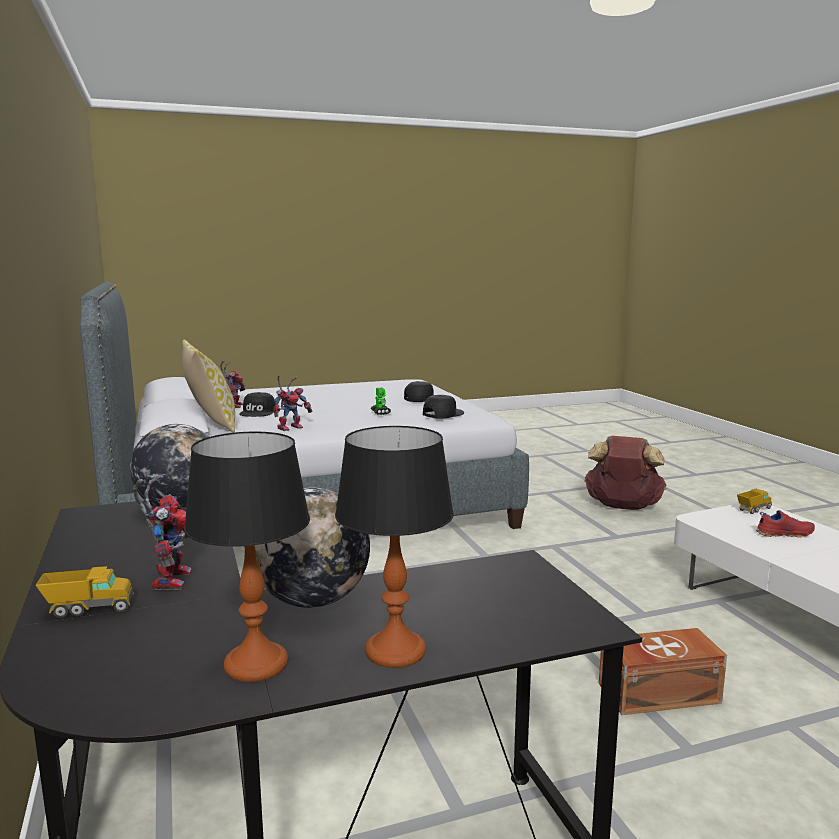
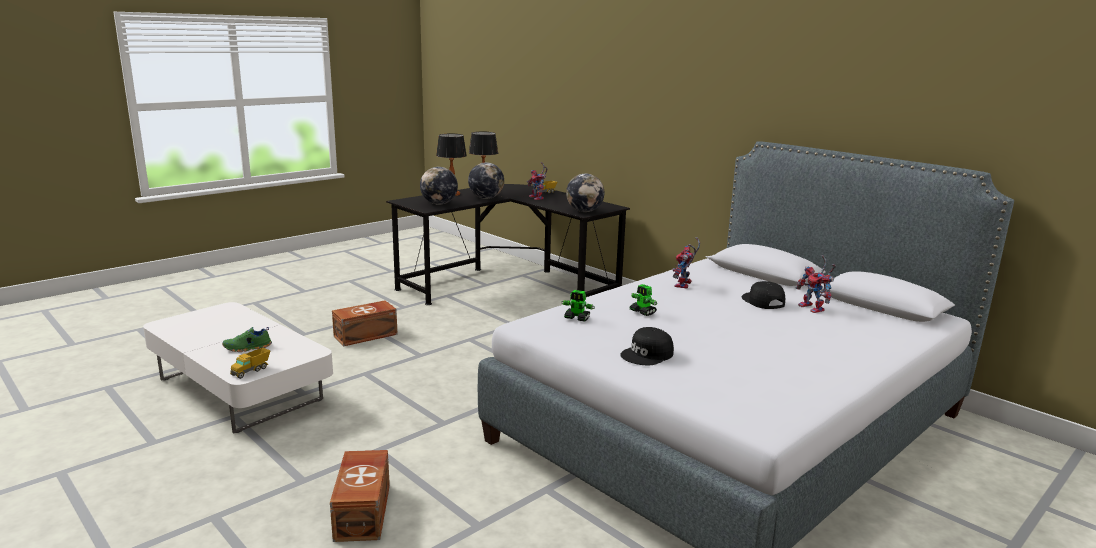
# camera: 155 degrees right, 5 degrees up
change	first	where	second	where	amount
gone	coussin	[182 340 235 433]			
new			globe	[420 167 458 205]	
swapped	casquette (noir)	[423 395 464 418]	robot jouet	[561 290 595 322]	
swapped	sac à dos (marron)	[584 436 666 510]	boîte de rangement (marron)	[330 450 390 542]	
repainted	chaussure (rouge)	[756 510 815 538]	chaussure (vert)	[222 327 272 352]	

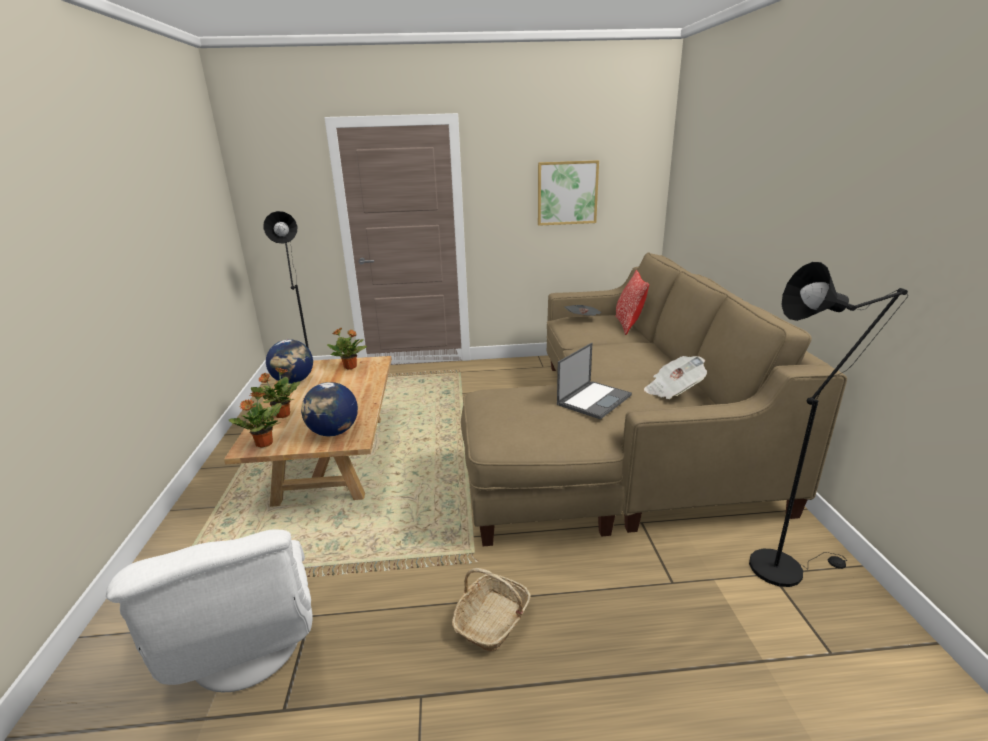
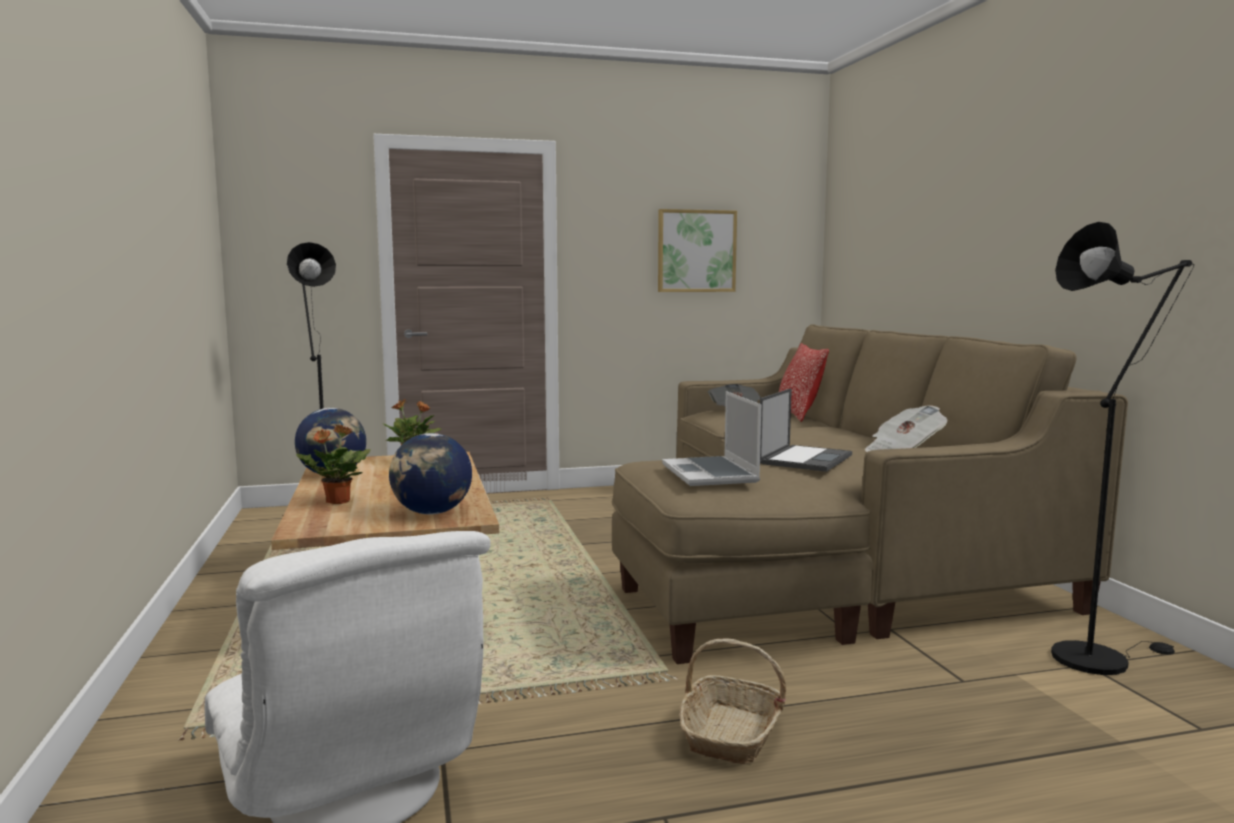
# camera: 10 degrees left, 15 degrees down
change	first	where	second	where	amount
gone	plante en pot	[229 391 282 447]			
new			ordinateur portable	[662 391 761 486]	

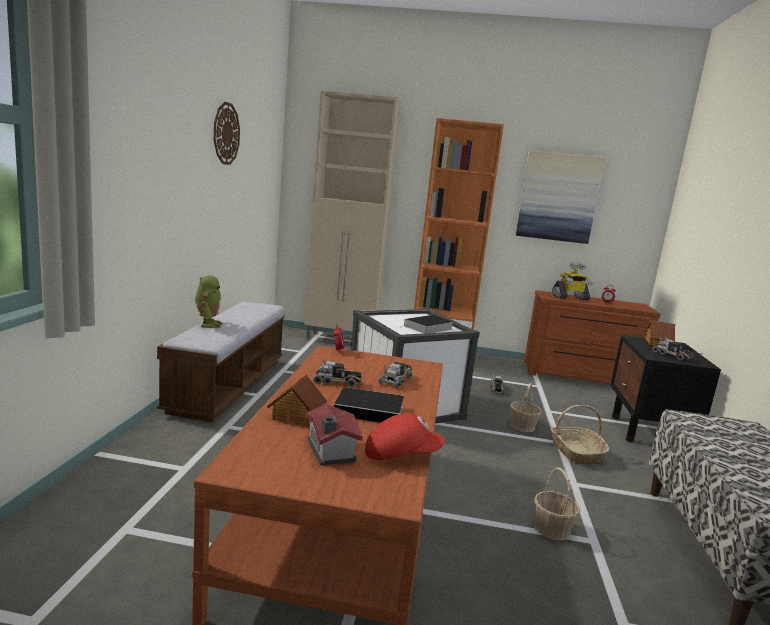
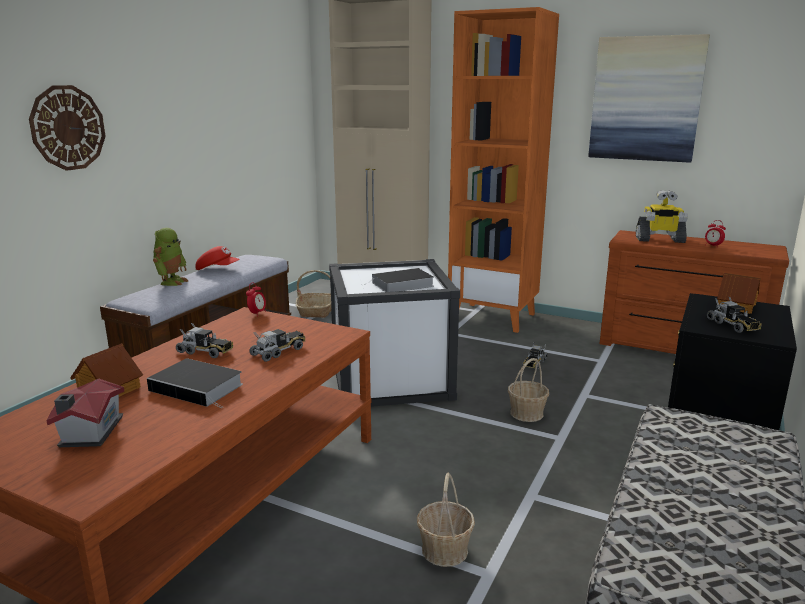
# camera: 20 degrees right, 5 degrees up
change	first	where	second	where	amount
shifted	horloge murale	[214 102 240 165]		[29 85 106 171]	
shifted	casquette (rouge)	[365 413 445 460]		[195 246 239 270]	
shifted	panier	[550 405 609 464]		[296 270 331 318]	

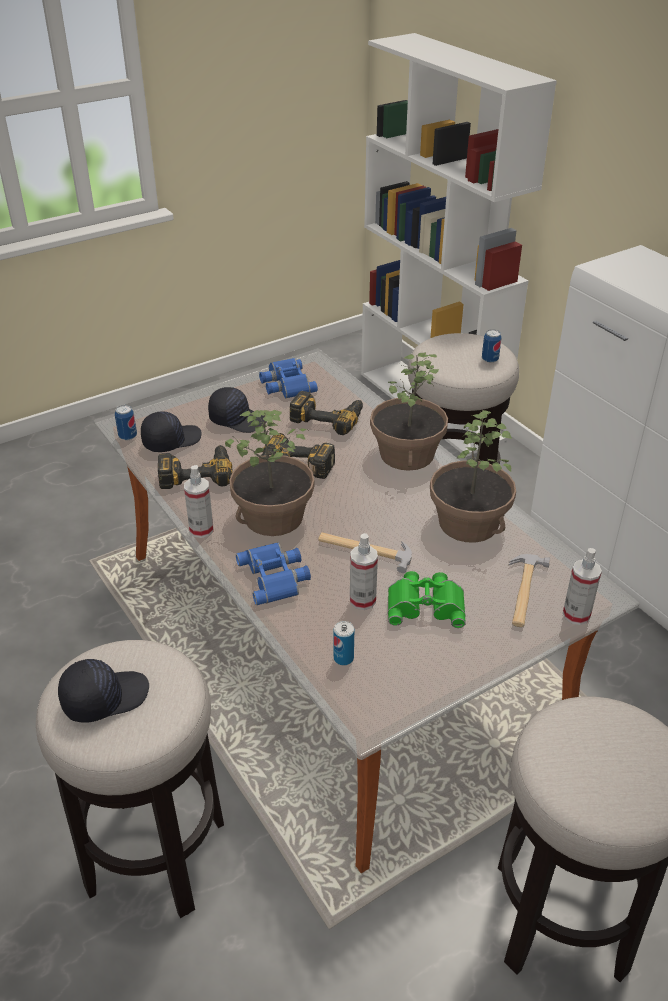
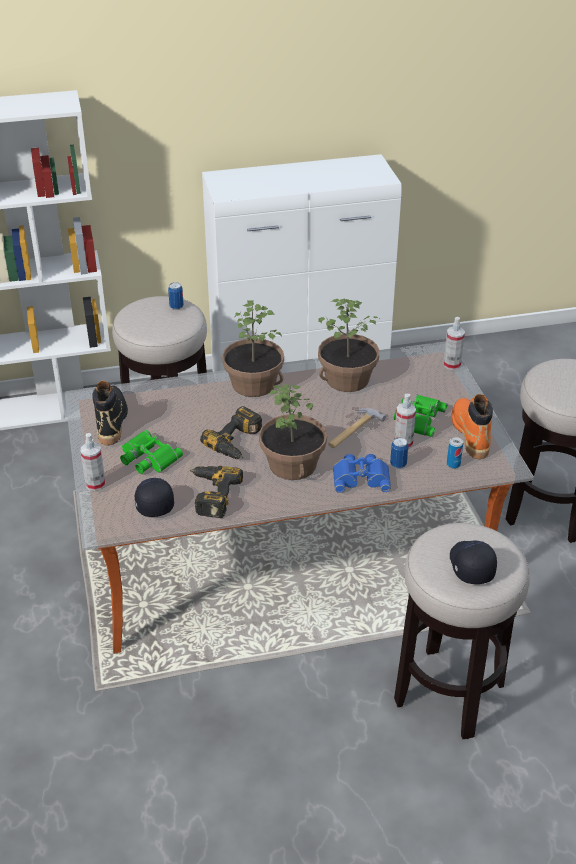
# camera: 70 degrees left, 0 degrees up
change	first	where	second	where	amount
gone	perceuse	[290 391 363 435]			
gone	marteau	[508 554 550 627]			
new			botte (orange)	[452 394 493 459]	
shifted	boîte métallique	[115 405 137 440]		[390 437 409 468]	
shifted	vaporisateur	[184 465 213 538]		[80 433 106 491]	
swapped	casquette (noir)	[208 387 267 433]	jumelles (vert)	[120 430 183 474]	
swapped	jumelles (bleu)	[259 358 318 399]	botte (noir)	[92 381 128 445]	

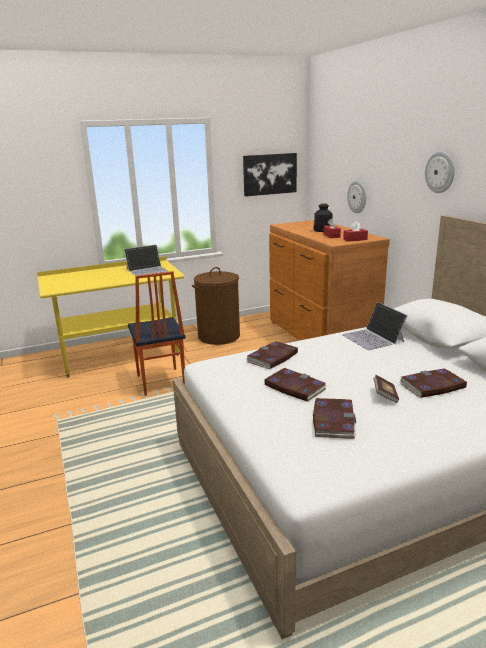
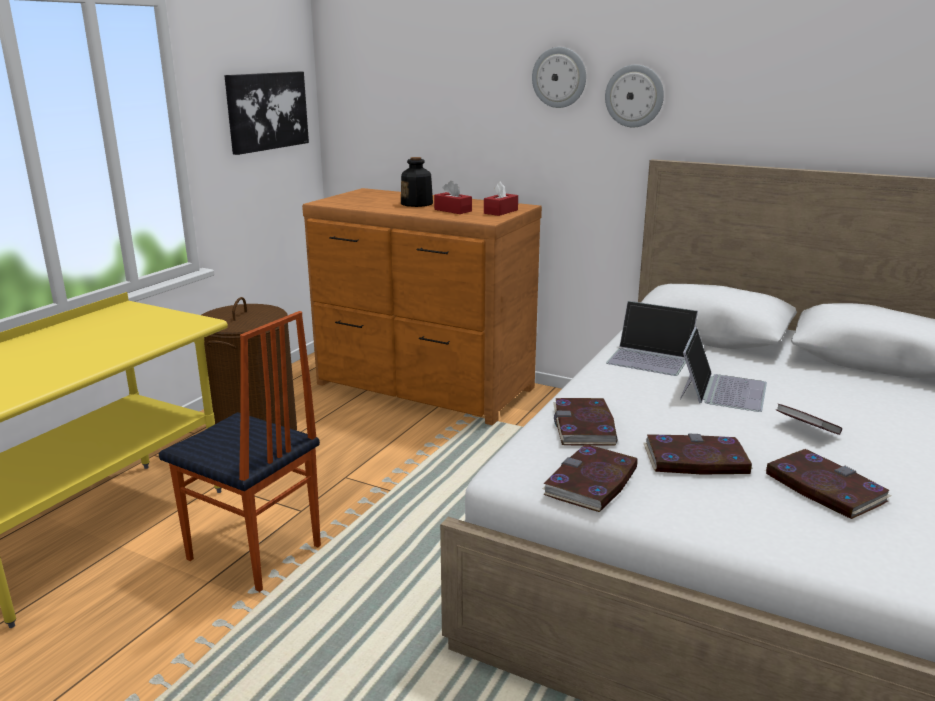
# camera: 40 degrees left, 0 degrees up
change	first	where	second	where	amount
shifted	ordinateur portable	[124 245 168 276]		[680 327 767 412]	
shifted	horloge murale	[347 181 366 213]		[532 47 586 108]	
shifted	livre	[400 368 467 398]		[543 444 637 512]	

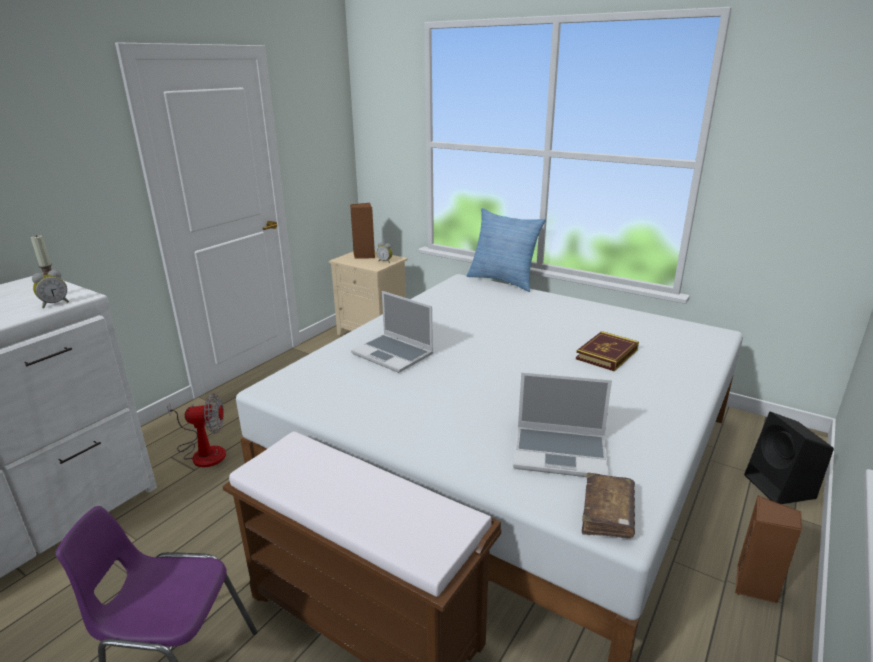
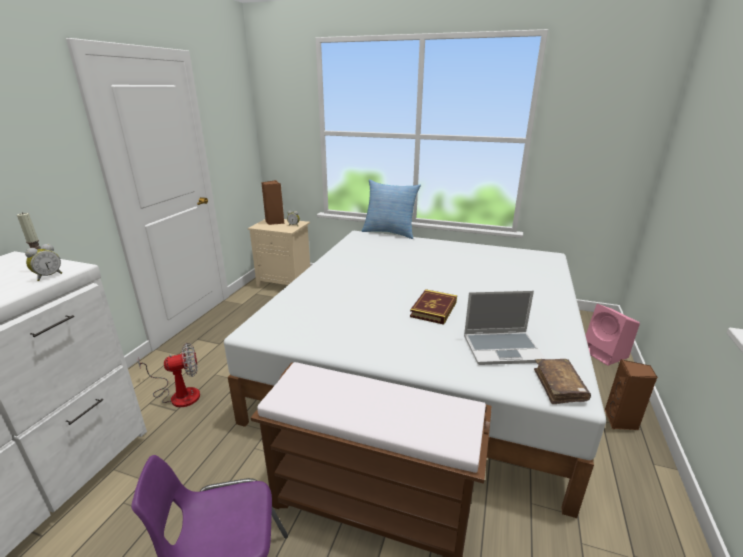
# camera: 15 degrees left, 0 degrees up
change	first	where	second	where	amount
gone	ordinateur portable	[351 291 433 373]			
shifted	livre	[576 331 639 371]		[410 289 457 325]	
repainted	enceinte (noir)	[744 412 834 504]	enceinte (rose)	[586 304 640 366]	

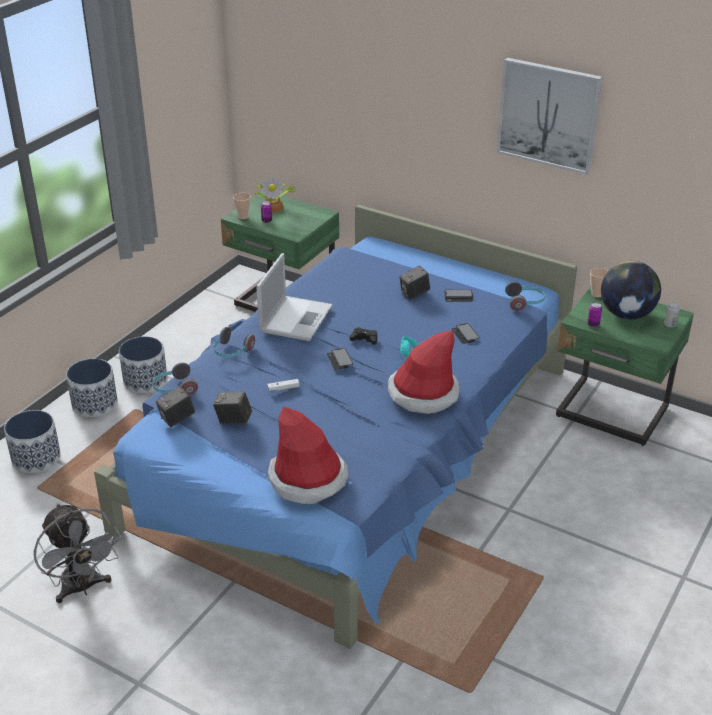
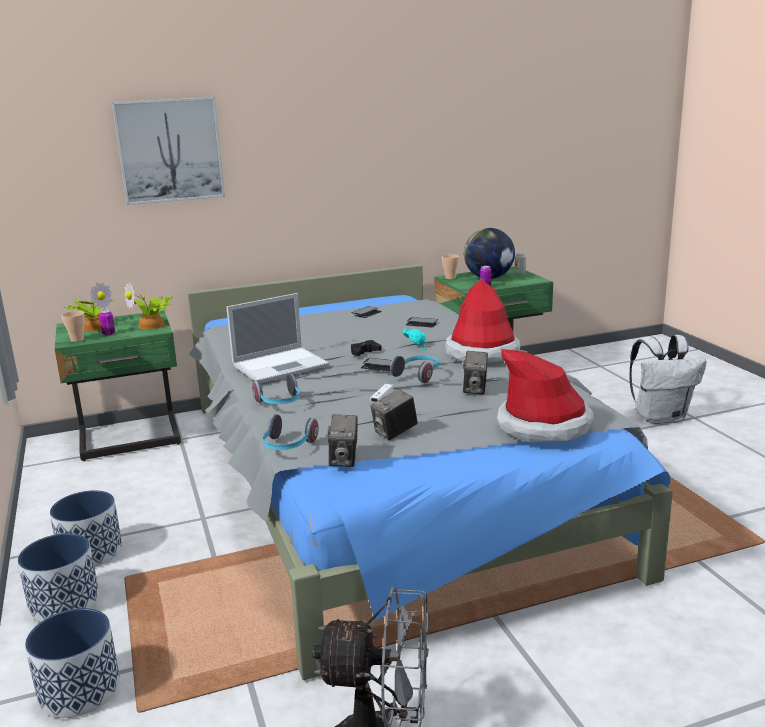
# camera: 50 degrees left, 15 degrees down
change	first	where	second	where	amount
new			plante en pot	[124 282 173 330]	
new			sac à dos (blanc)	[629 335 707 424]	
shifted	appareil photo	[399 266 430 300]		[463 351 488 394]	
shifted	tableau	[497 58 602 174]		[112 97 225 205]	
shifted	casque audio	[505 282 545 311]		[390 355 439 383]	
repainted	lit (bleu)	[94 205 577 649]	lit (gris)	[187 264 673 680]	
rotated	ordinateur portable	[256 253 333 341]		[226 293 329 383]	90 degrees clockwise

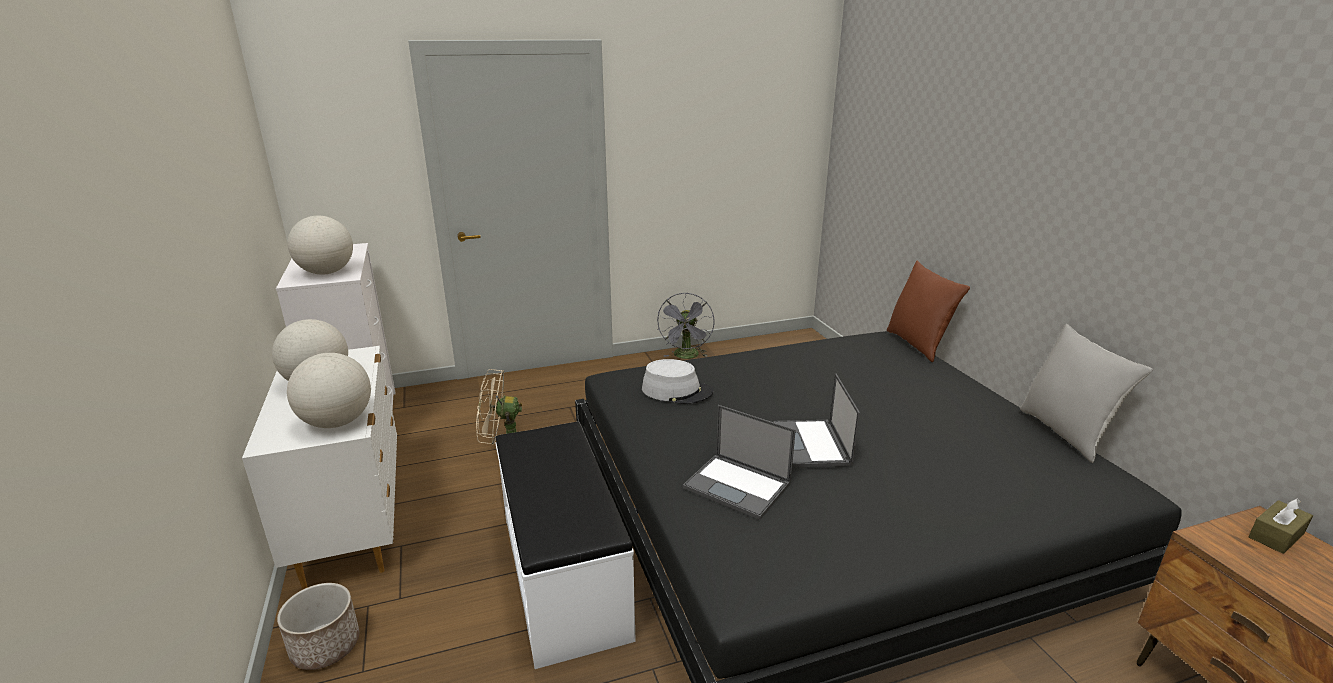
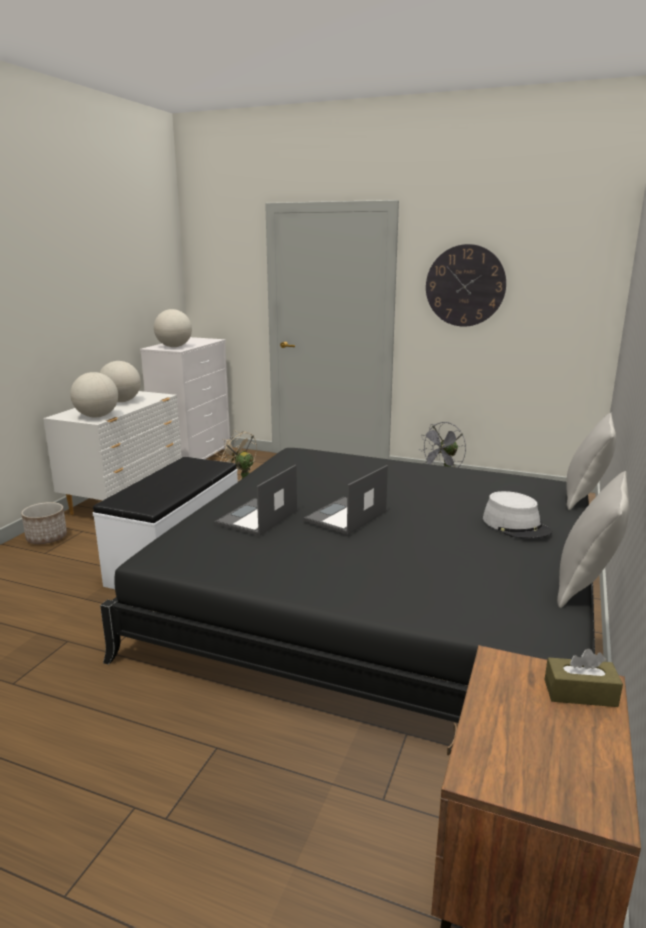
# camera: 40 degrees right, 5 degrees down
change	first	where	second	where	amount
new			horloge murale	[426 244 506 327]	
shifted	chapeau (gris)	[642 359 714 404]		[483 491 552 539]	
repainted	coussin (marron)	[887 261 970 362]	coussin (gris)	[566 413 616 510]	
rotated	ordinateur portable	[683 405 796 520]		[215 465 297 536]	45 degrees clockwise

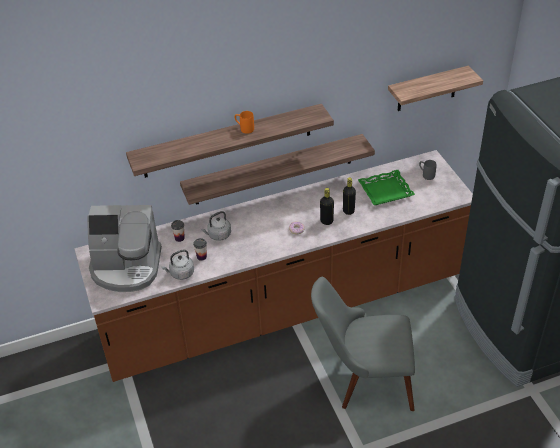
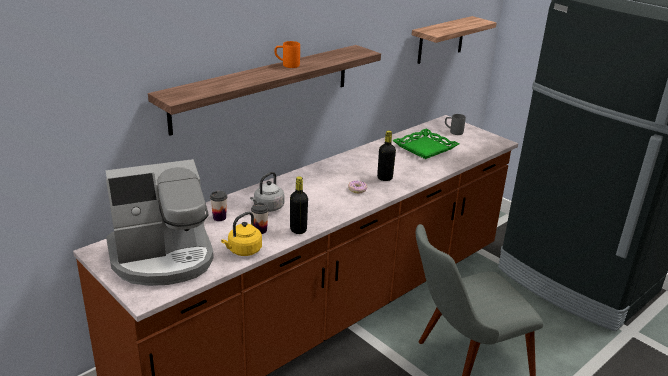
# camera: 25 degrees left, 15 degrees down
change	first	where	second	where	amount
gone	étagère	[180 134 375 205]			
shifted	bouteille (noir)	[343 177 356 215]		[290 176 308 234]	
repainted	bouilloire (gris)	[162 250 194 280]	bouilloire (jaune)	[221 212 262 256]	

